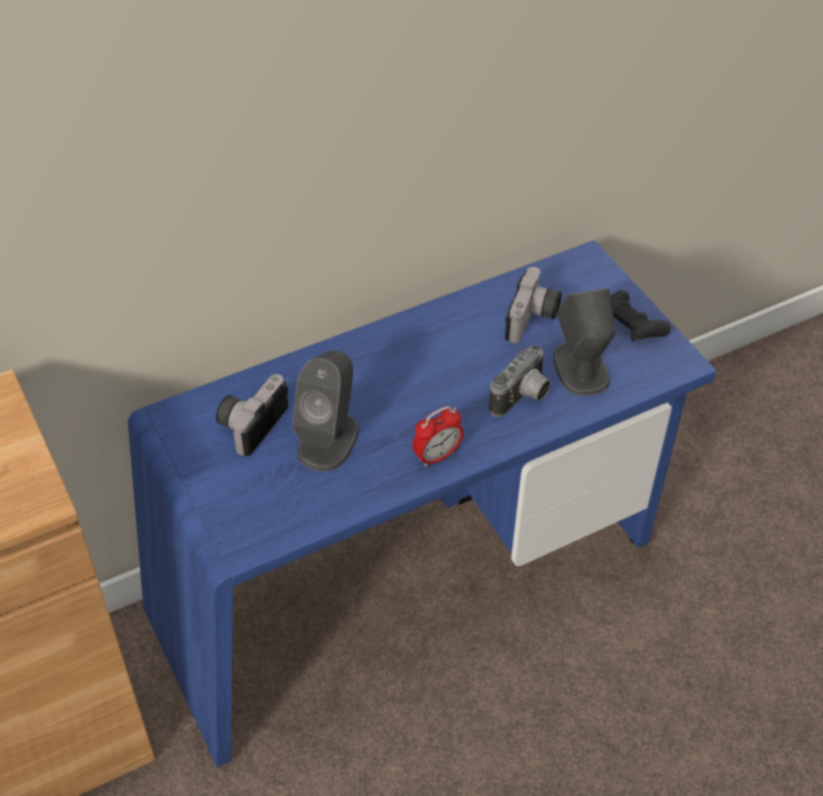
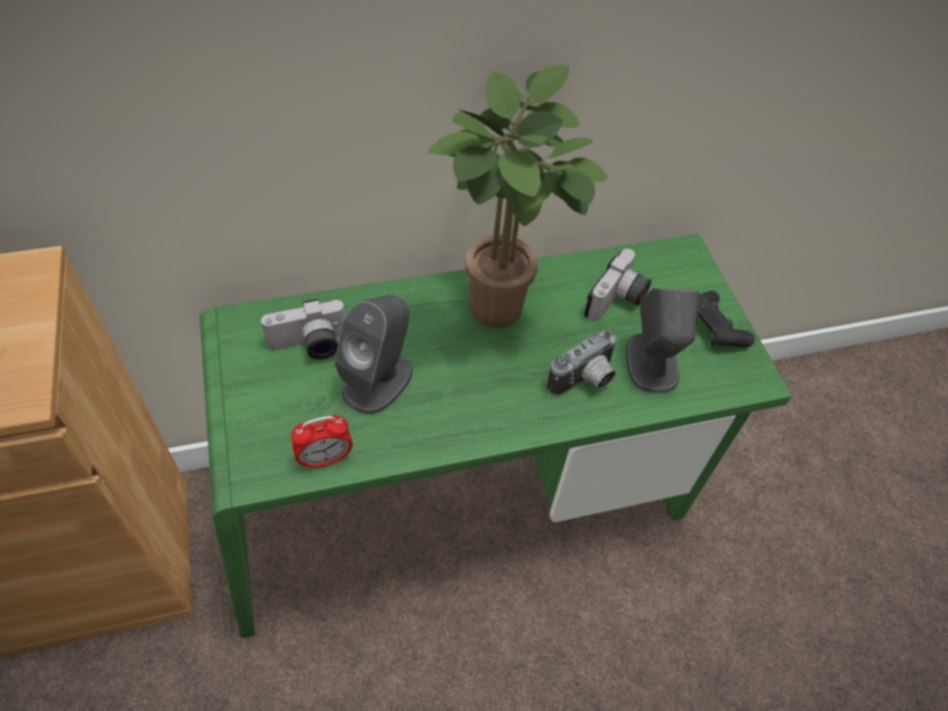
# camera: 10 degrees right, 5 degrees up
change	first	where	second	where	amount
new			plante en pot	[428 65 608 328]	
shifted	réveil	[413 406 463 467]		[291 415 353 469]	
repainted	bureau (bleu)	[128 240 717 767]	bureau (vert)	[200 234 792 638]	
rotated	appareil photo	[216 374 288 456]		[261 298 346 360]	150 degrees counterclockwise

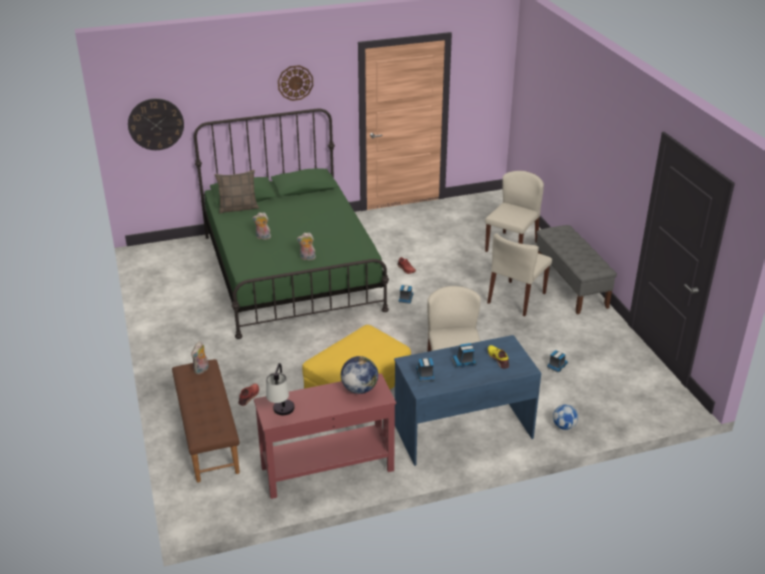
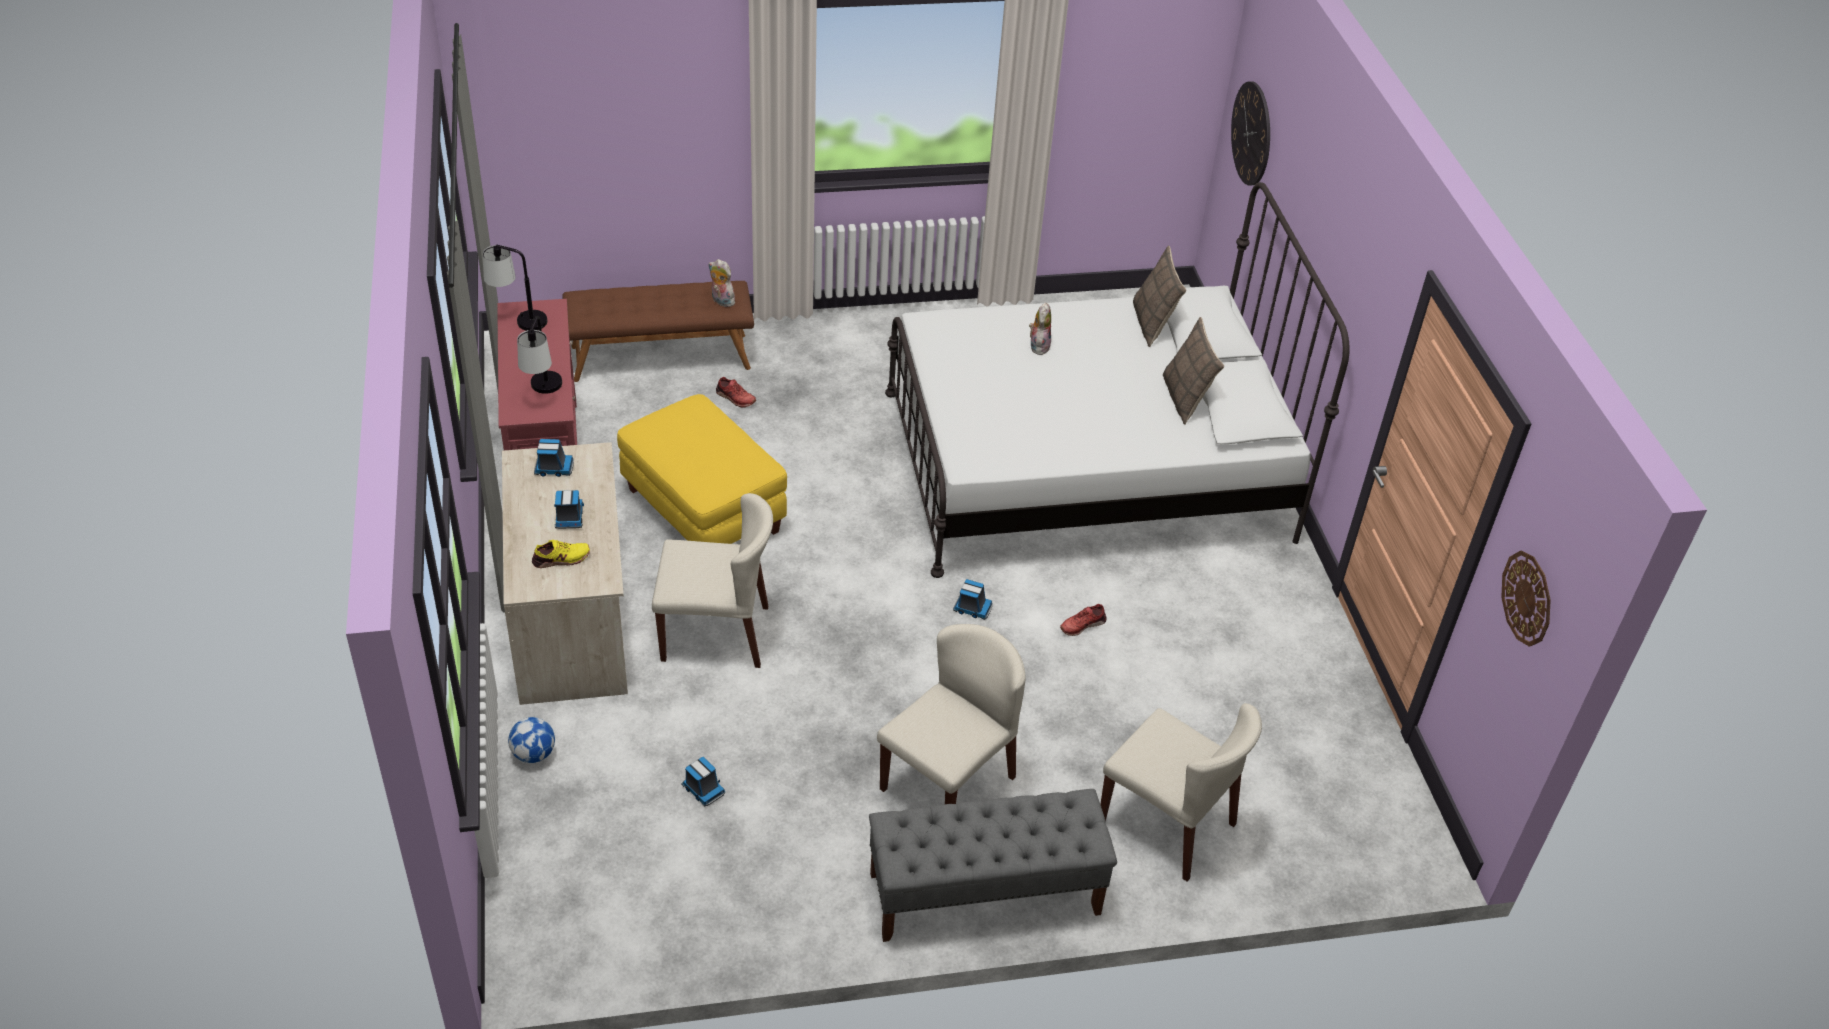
# camera: 95 degrees right, 10 degrees up
change	first	where	second	where	amount
gone	peluche	[297 232 316 260]			
new			coussin	[1163 317 1224 425]	
shifted	horloge murale	[278 65 313 101]		[1501 550 1551 647]	
swapped	globe	[341 356 378 394]	lampe de table	[517 316 562 394]	
repainted	lit (vert)	[194 108 389 339]	lit (blanc)	[885 182 1350 578]	
repainted	bureau (bleu)	[394 335 541 466]	bureau (beige)	[502 442 628 705]	
rotated	chaise (beige)	[487 233 552 316]		[877 624 1026 804]	90 degrees clockwise

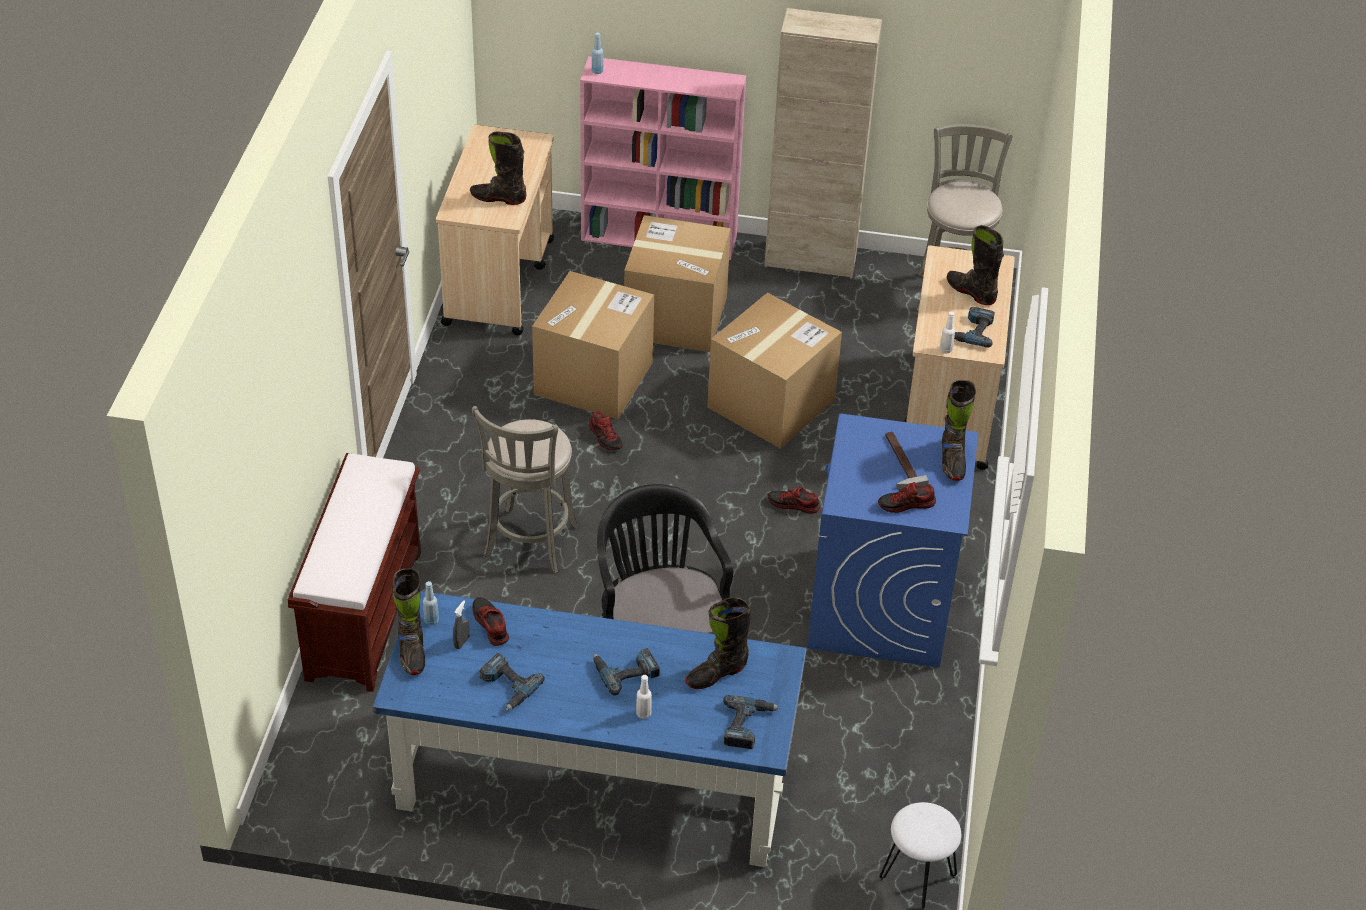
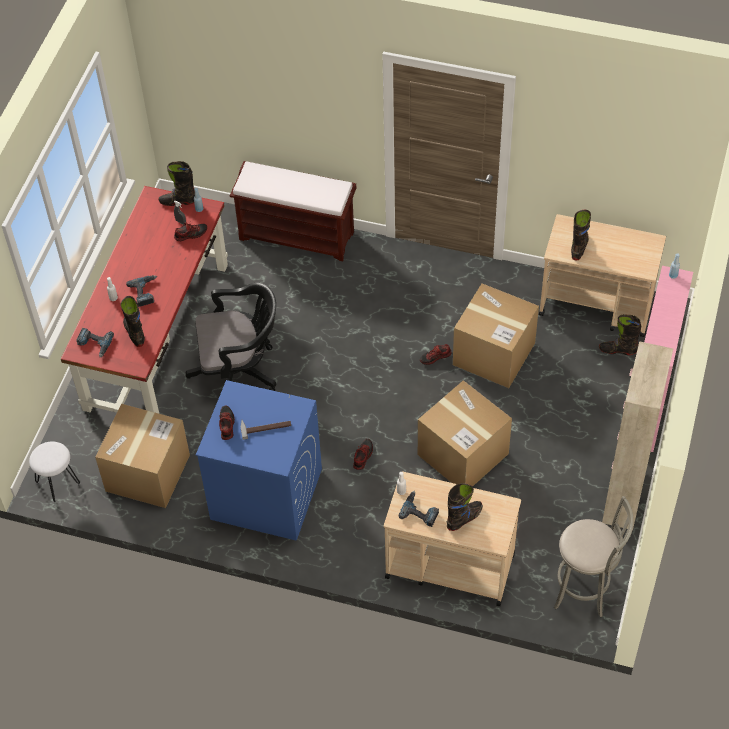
# camera: 100 degrees right, 10 degrees up
change	first	where	second	where	amount
gone	tabouret (gris)	[472 406 579 574]			
gone	perceuse	[479 653 545 711]			
shifted	carton	[624 215 731 352]		[95 404 190 508]	
shifted	botte (noir)	[942 380 976 481]		[599 314 641 355]	
repainted	bureau (bleu)	[373 591 807 867]	bureau (rouge)	[61 186 228 413]	

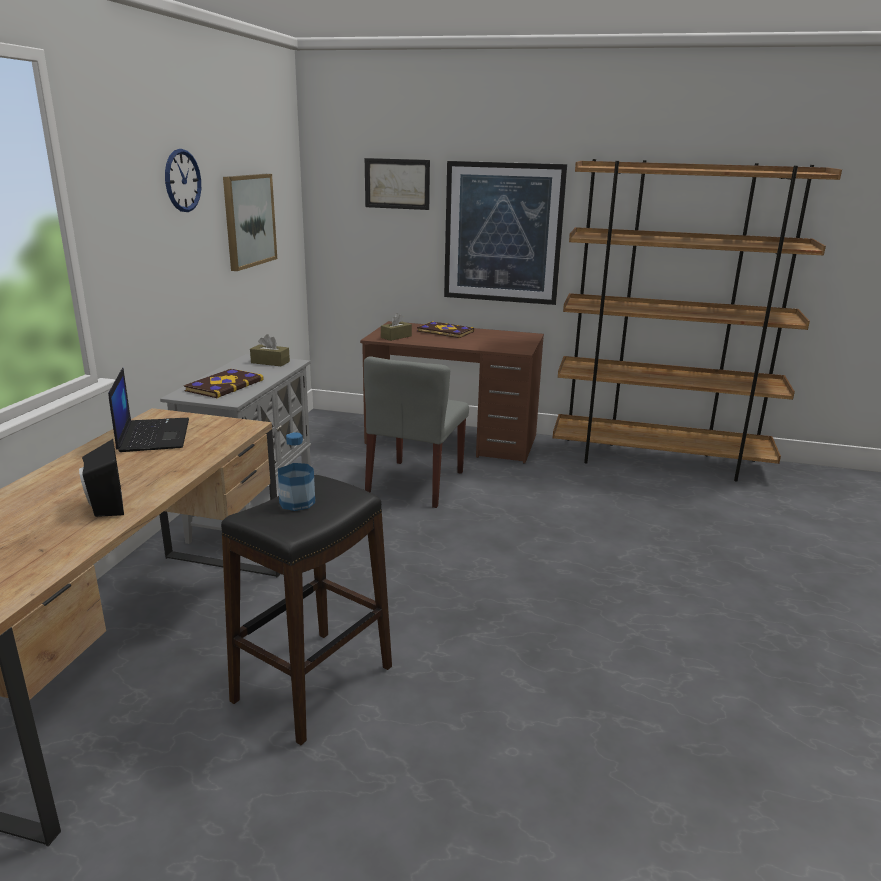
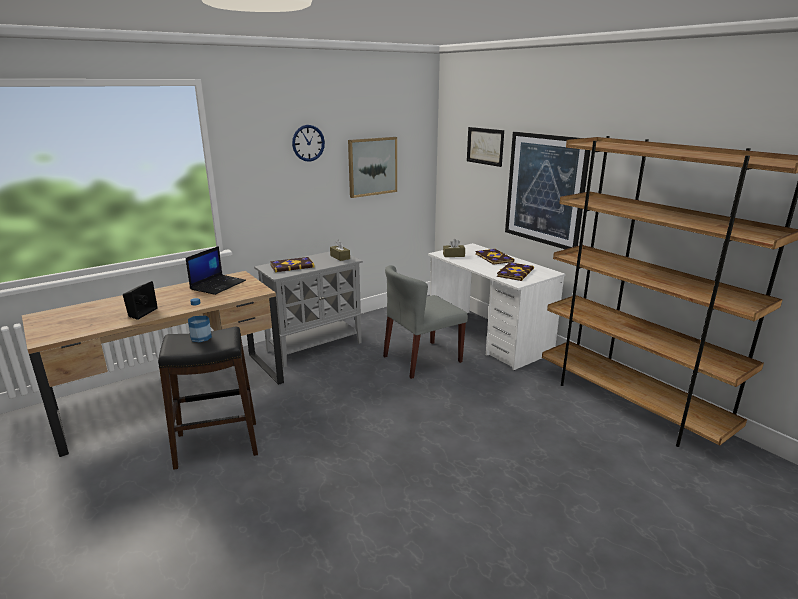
# camera: 40 degrees right, 0 degrees up
change	first	where	second	where	amount
new			livre	[497 262 534 281]	
repainted	bureau (marron)	[360 321 544 464]	bureau (blanc)	[428 243 565 370]	

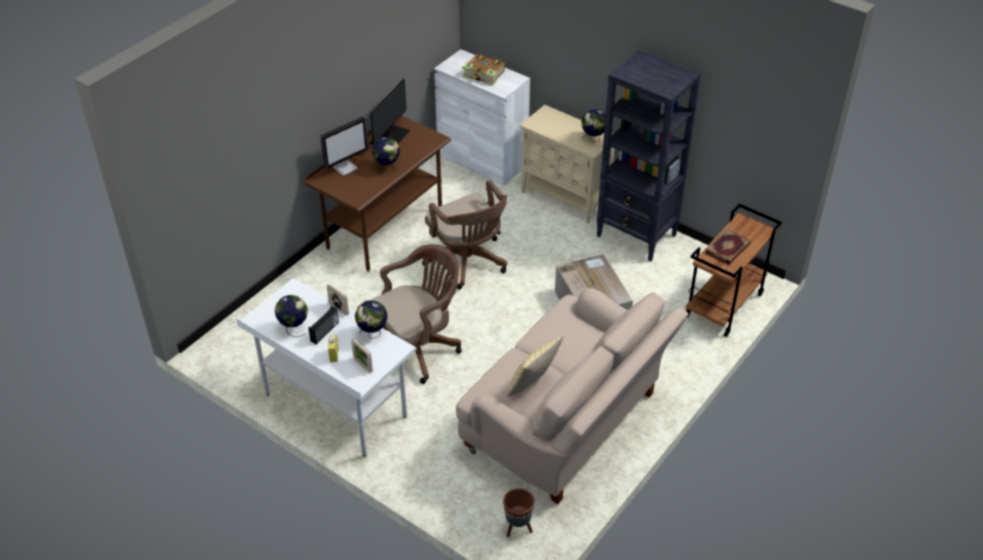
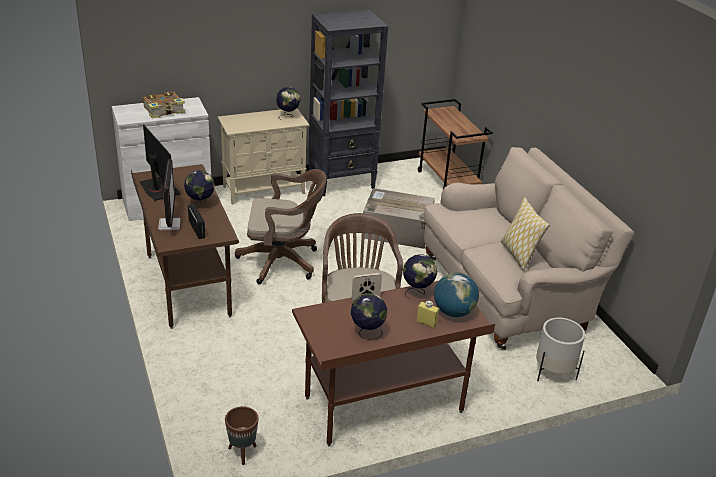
# camera: 60 degrees left, 10 degrees down
change	first	where	second	where	amount
gone	livre	[705 229 751 265]			
new			cache-pot (blanc)	[536 317 585 381]	
shifted	radio	[309 306 339 344]		[188 204 205 239]	
shifted	cache-pot (marron)	[503 488 534 537]		[225 406 258 465]	
swapped	cadre photo	[351 339 373 373]	globe	[434 272 479 317]	
repainted	bureau (blanc)	[236 278 417 457]	bureau (marron)	[292 281 495 447]	

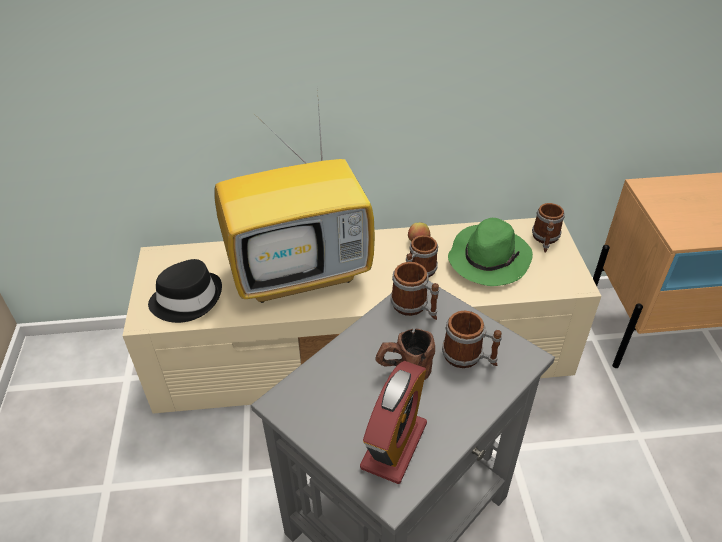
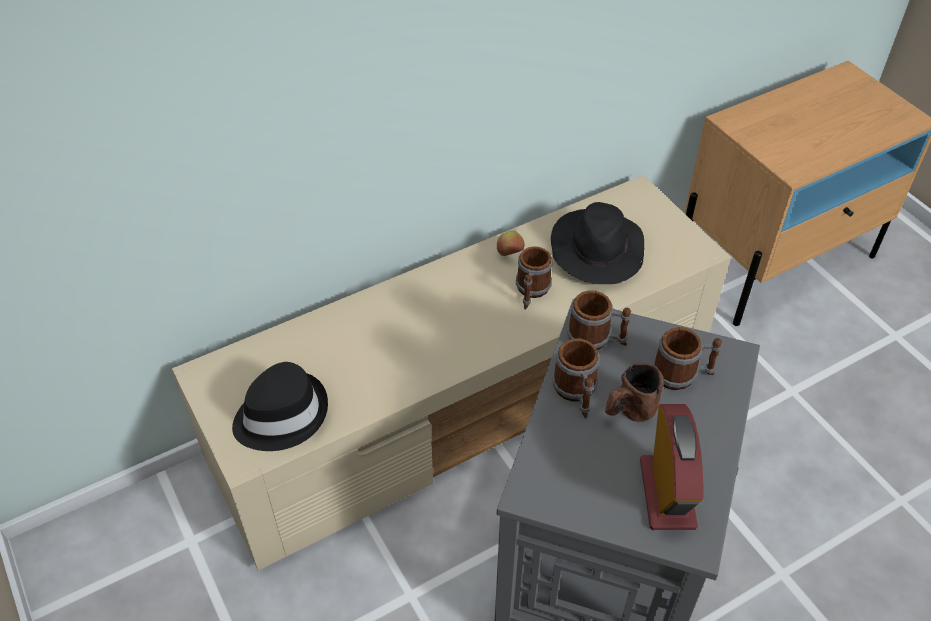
# camera: 25 degrees left, 5 degrees up
change	first	where	second	where	amount
gone	téléviseur	[215 87 375 303]			
shifted	mug	[532 203 565 253]		[552 338 600 418]	
repainted	chapeau (vert)	[448 218 533 286]	chapeau (noir)	[551 202 644 284]	

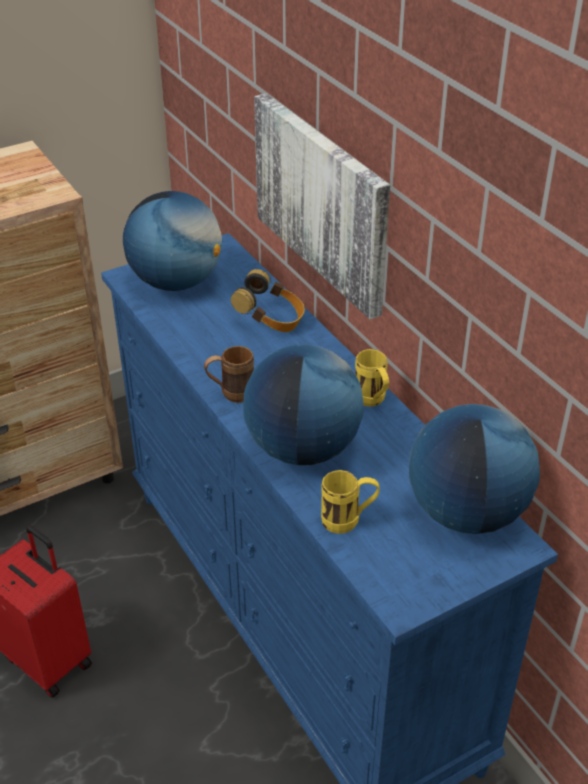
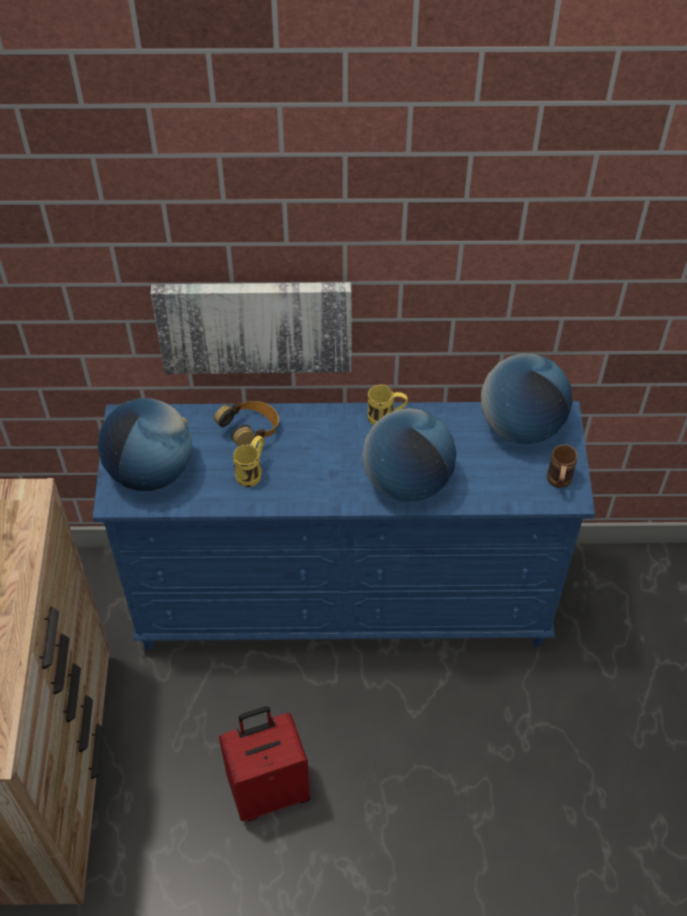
# camera: 60 degrees left, 15 degrees up
change	first	where	second	where	amount
shifted	mug (marron)	[204 346 254 403]		[547 445 578 488]	
shifted	mug (jaune)	[321 470 380 534]		[233 435 264 487]	

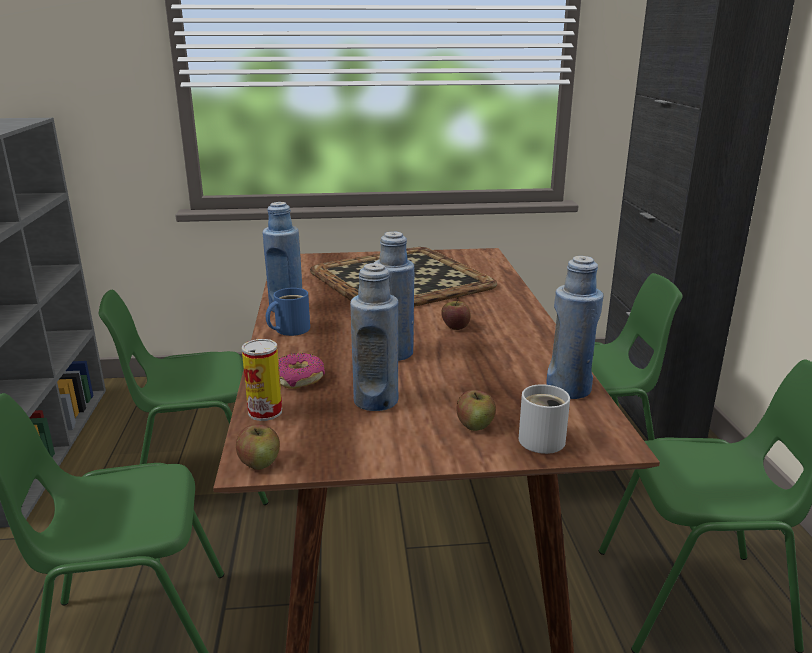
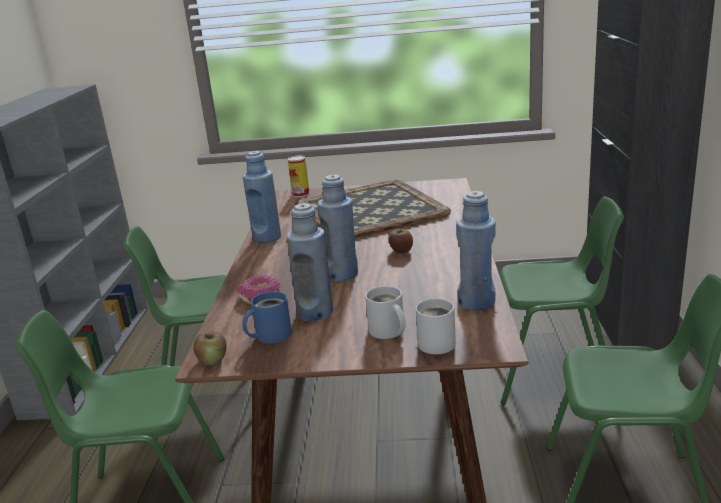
# camera: 10 degrees right, 0 degrees up
change	first	where	second	where	amount
shifted	boîte métallique	[242 339 282 421]		[288 156 310 198]	
shifted	mug (bleu)	[266 288 310 336]		[242 291 292 344]	
swapped	pomme	[457 390 496 431]	mug (blanc)	[365 286 406 339]	

